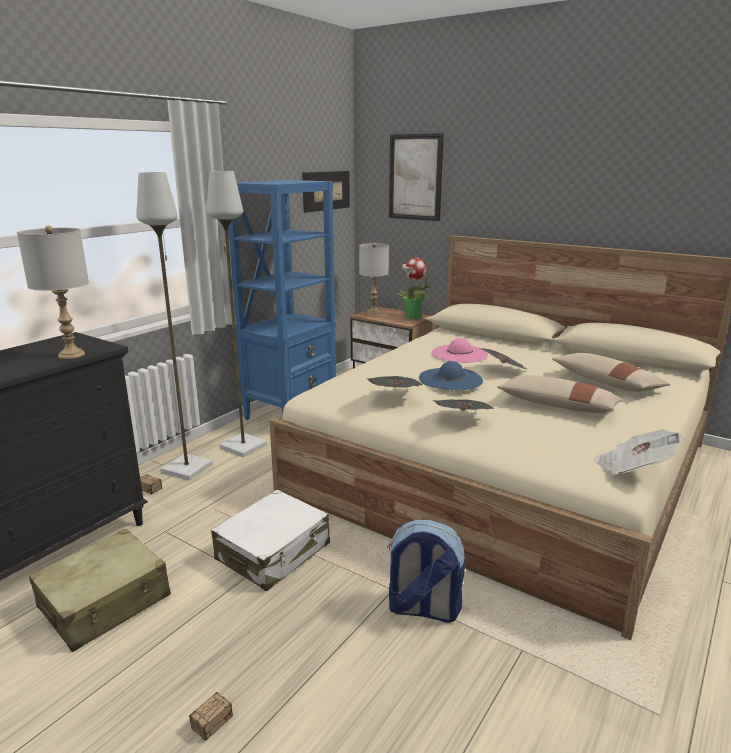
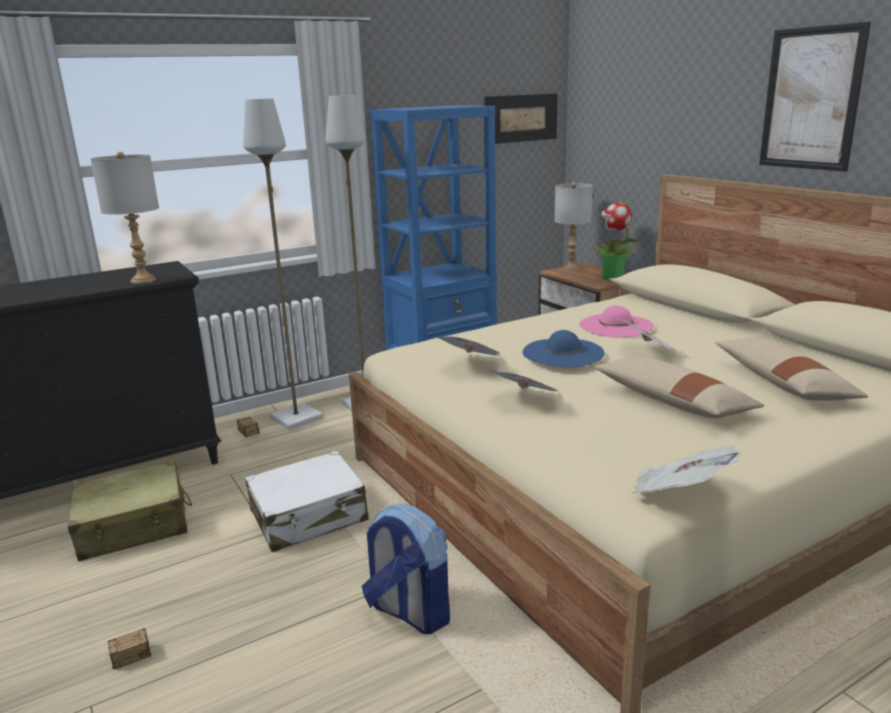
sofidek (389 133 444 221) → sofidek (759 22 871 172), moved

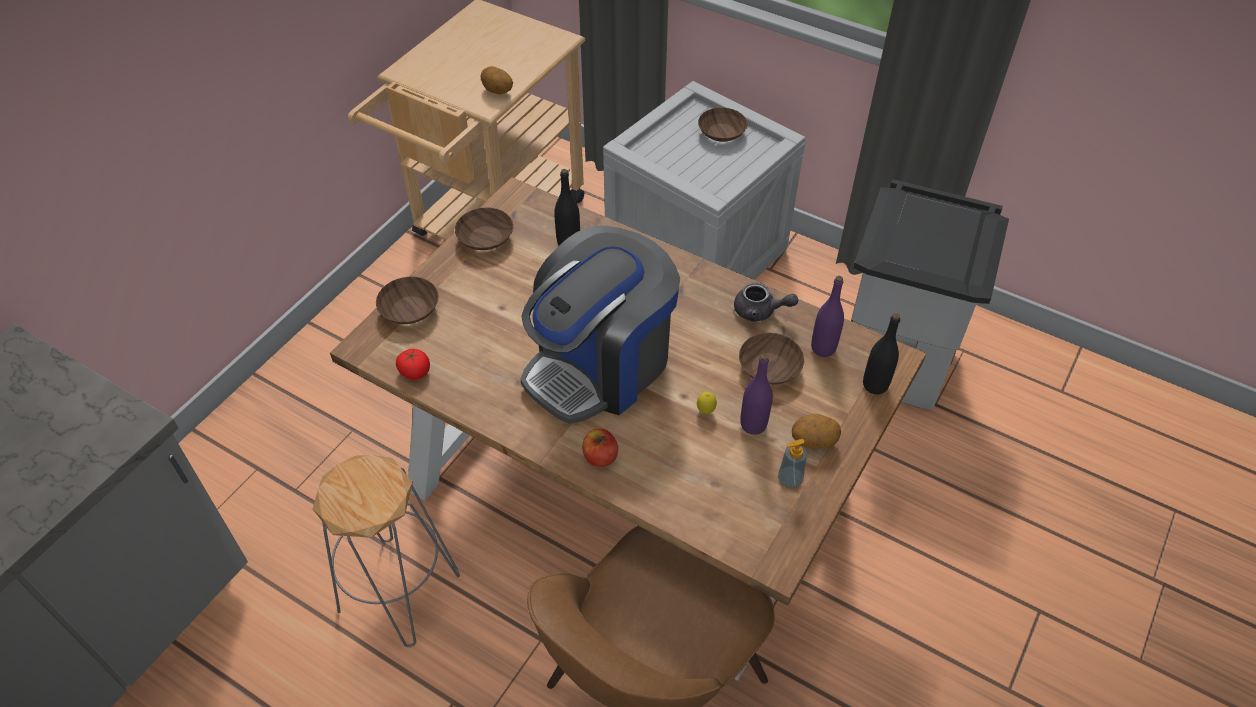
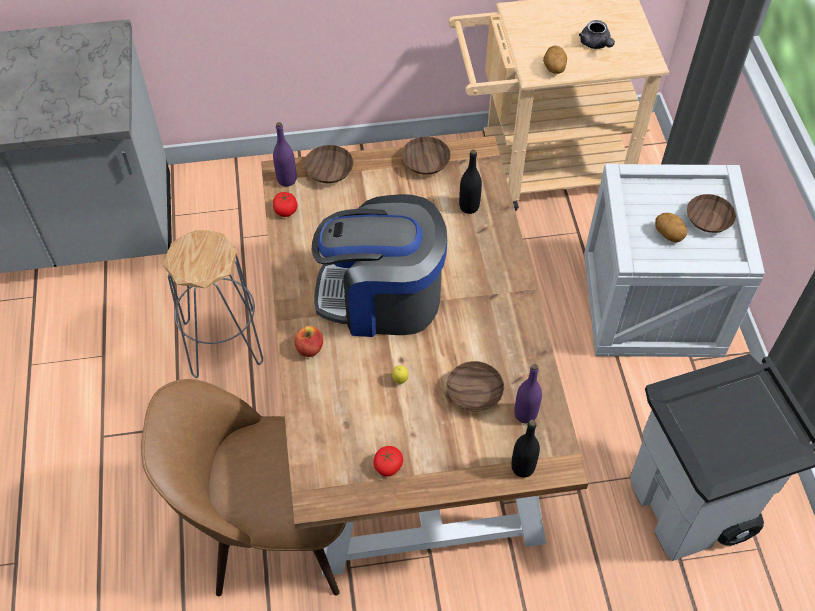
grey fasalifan (734 282 798 322) → grey fasalifan (579 20 615 49), moved
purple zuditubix (740 354 773 435) → purple zuditubix (273 122 297 187), moved
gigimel (778 439 807 489) → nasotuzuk (373 446 403 476)
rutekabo (792 414 841 448) → rutekabo (655 213 687 243), moved

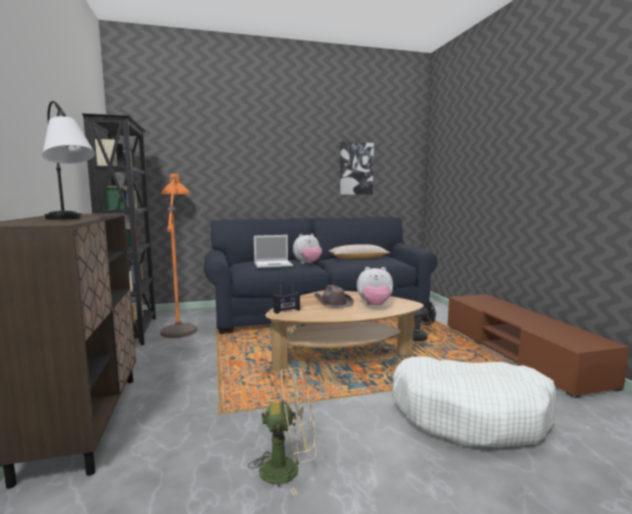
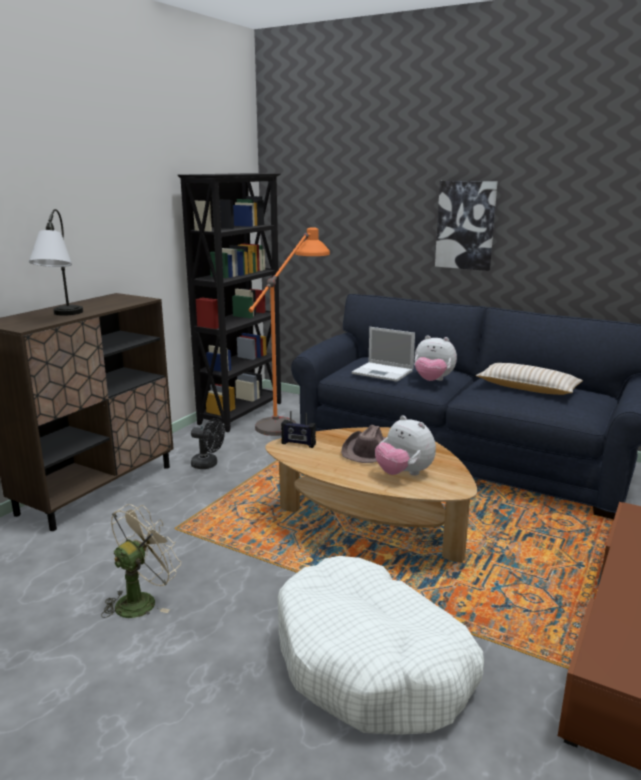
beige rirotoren (248 368 316 496) → beige rirotoren (101 504 181 618), 90 degrees counterclockwise
sofidek (340 142 374 195) → sofidek (435 181 497 271), moved
black rirotoren (413 299 436 341) → black rirotoren (191 418 225 469), moved

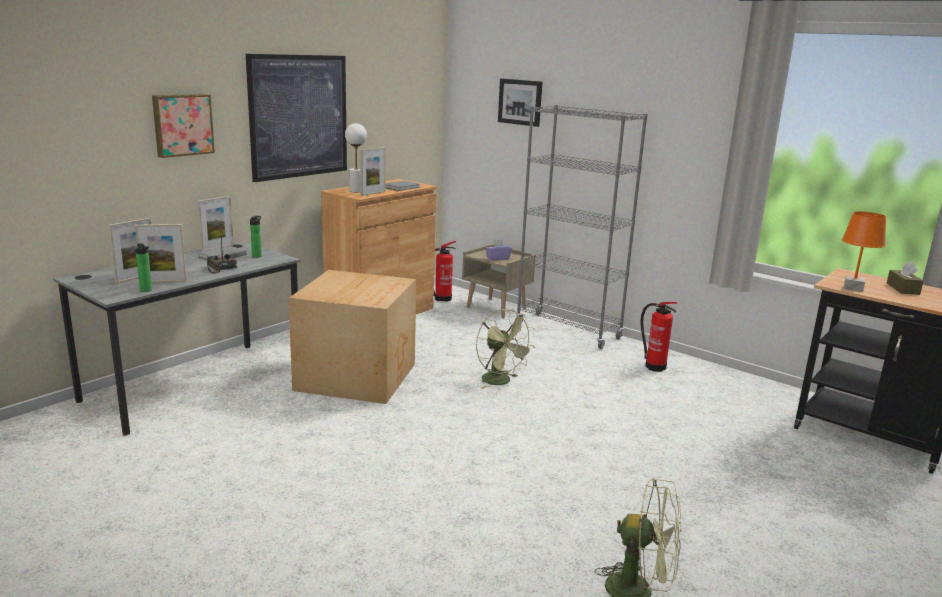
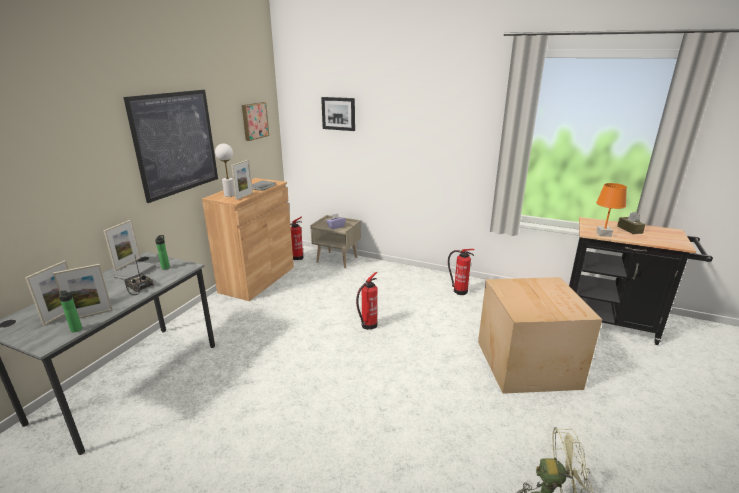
sofidek (152 94 215 158) → sofidek (242 102 269 141), moved
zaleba (288 270 416 404) → zaleba (478 277 602 394), moved
green rirotoren (476 309 535 389) → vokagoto (356 272 377 330)
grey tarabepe (516 105 648 349) → -

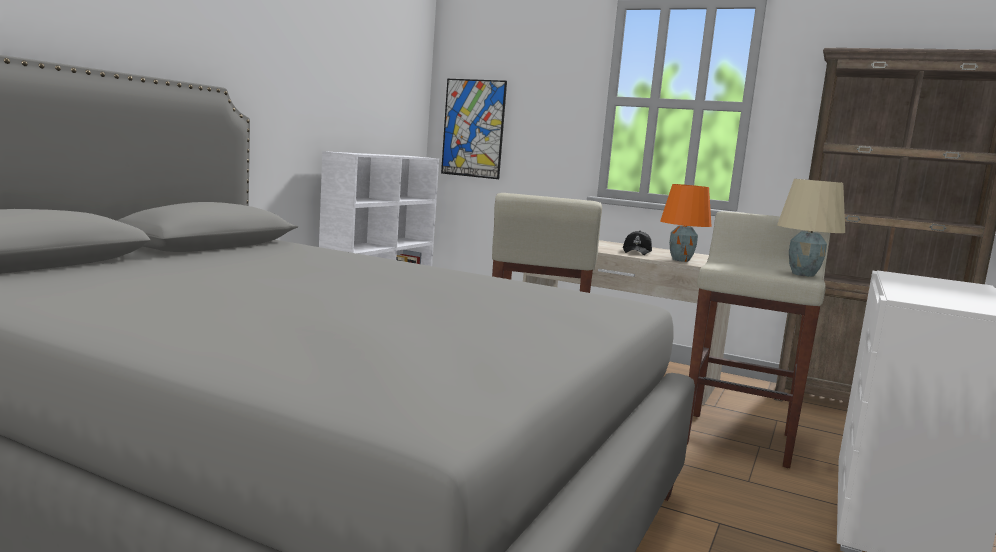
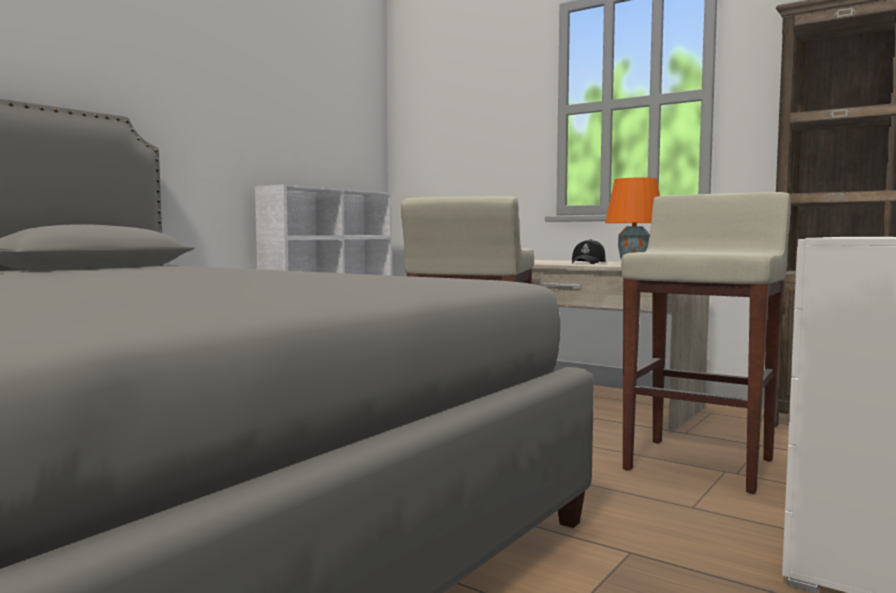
sofidek (441 79 507 179) → -
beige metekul (777 179 845 277) → -

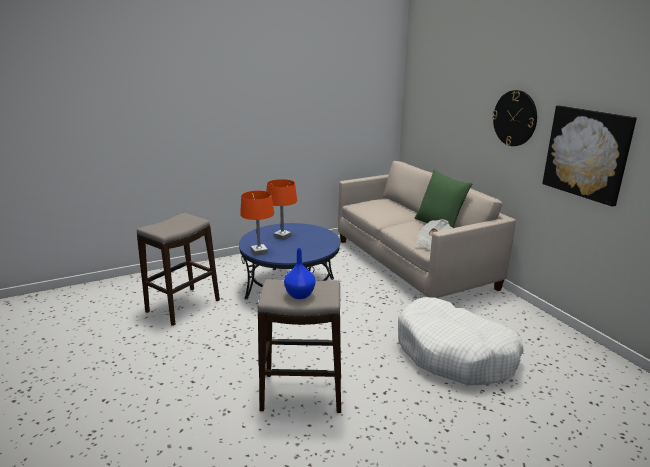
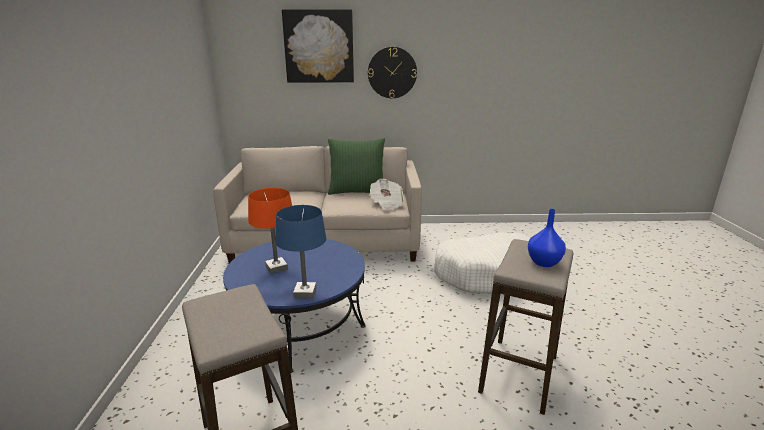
orange metekul (240 190 274 256) → blue metekul (276 205 326 299)
sofidek (542 105 637 207) → sofidek (282 9 354 83), moved

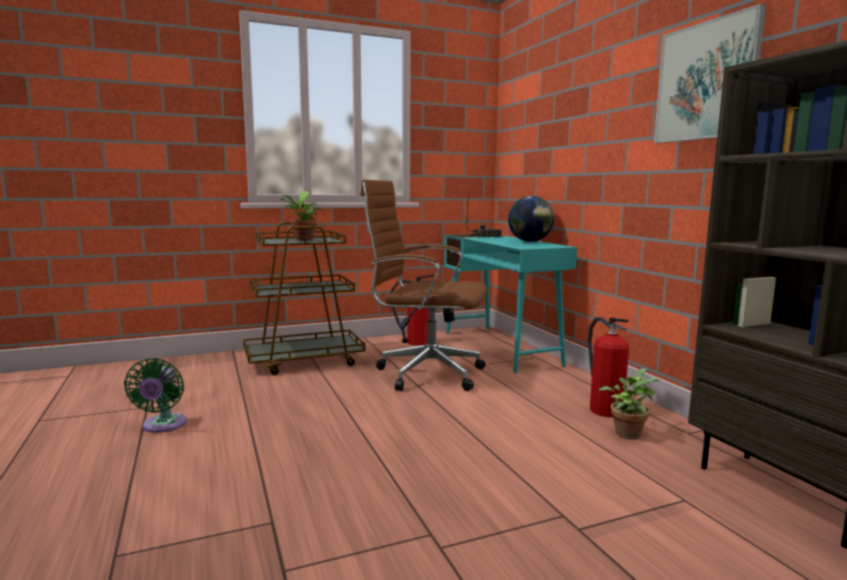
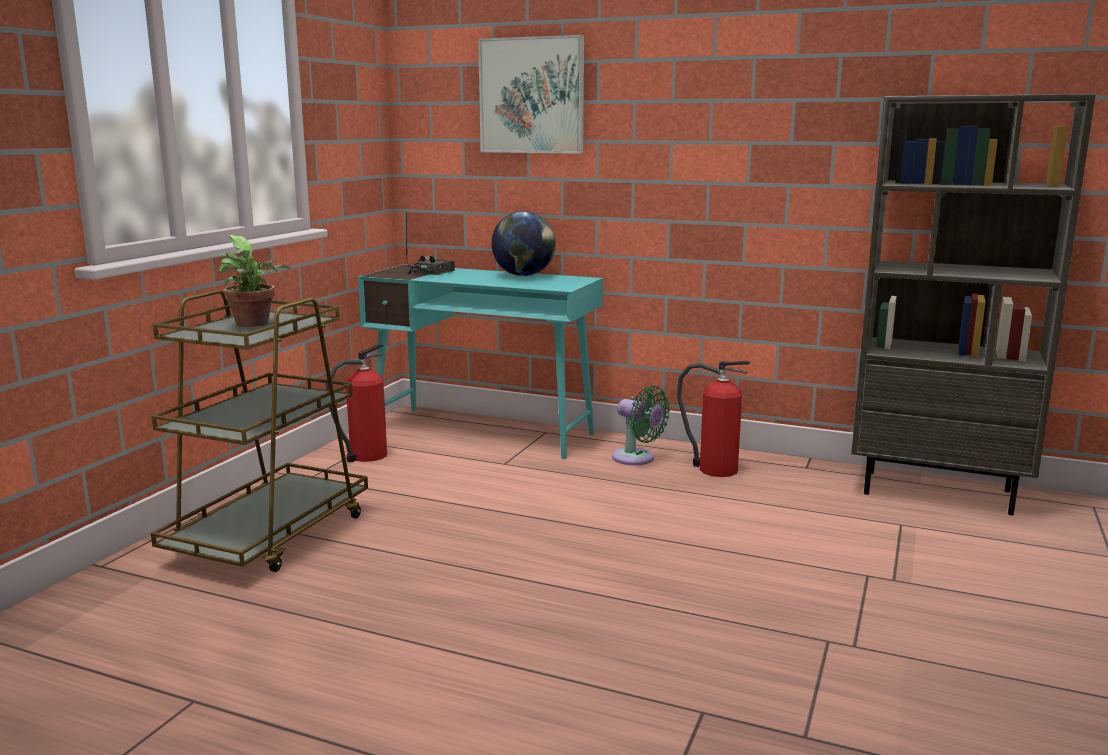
green rirotoren (124 358 187 433) → green rirotoren (612 385 670 465), moved
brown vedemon (361 180 487 391) → -
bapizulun (599 368 659 439) → -
sofidek (654 4 766 143) → sofidek (478 35 584 154), moved

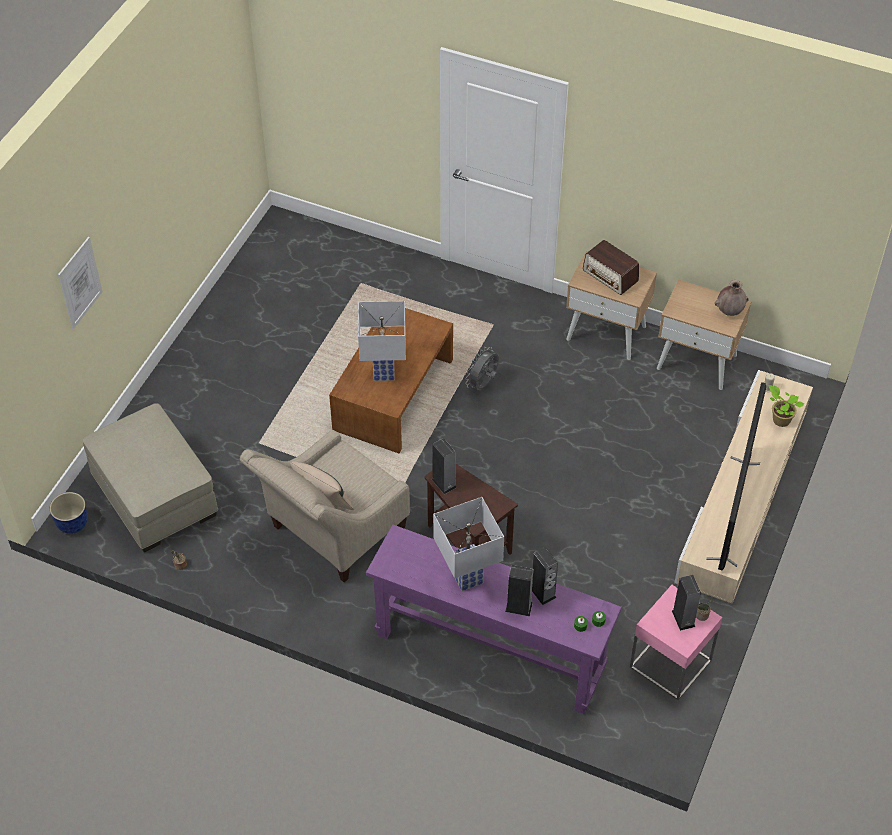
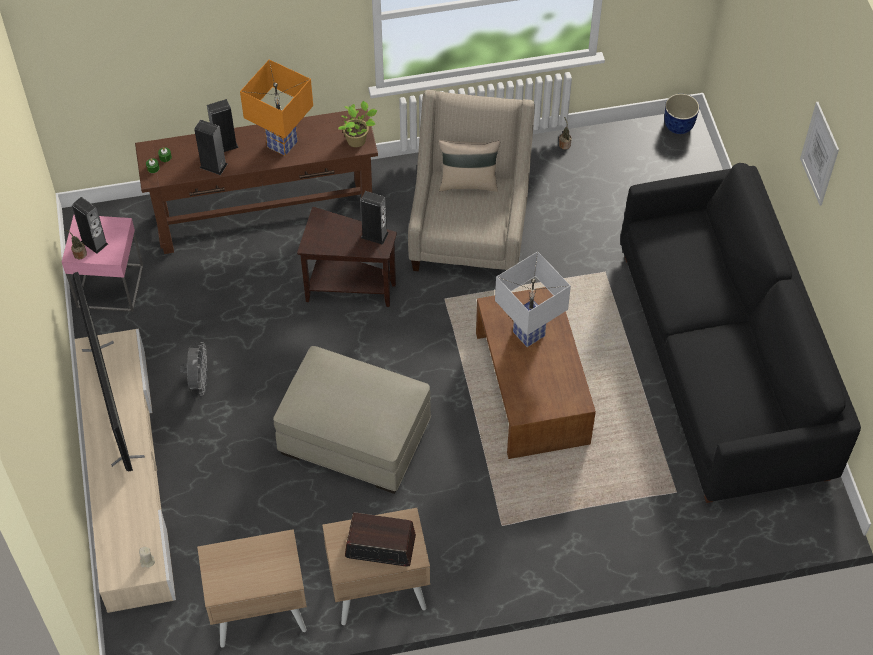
sofidek (58 237 103 329) → sofidek (800 102 839 206), moved
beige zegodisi (82 403 218 552) → beige zegodisi (273 346 431 494), moved
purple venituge (366 525 622 714) → brown venituge (135 108 378 254)
white metekul (433 497 504 591) → orange metekul (240 59 313 156)
grey rirotoren (465 347 499 390) → grey rirotoren (179 342 207 395), moved
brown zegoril (715 280 749 316) → -
bapizulun (769 385 804 427) → bapizulun (338 101 378 147), moved
- → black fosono (620 163 861 503)

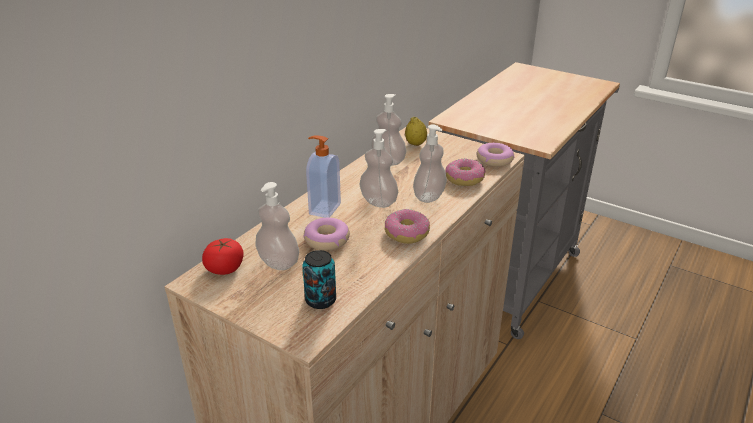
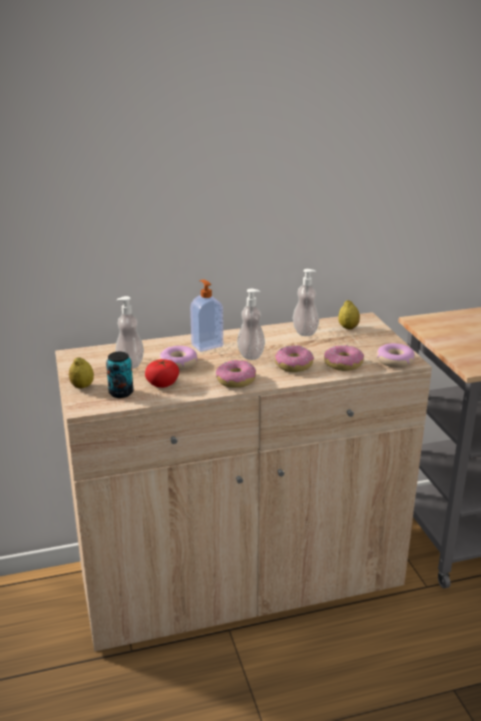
nasotuzuk (202 238 244 275) → nasotuzuk (145 359 179 388), moved
gigimel (413 125 447 203) → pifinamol (275 345 314 372)
- → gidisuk (69 357 94 389)

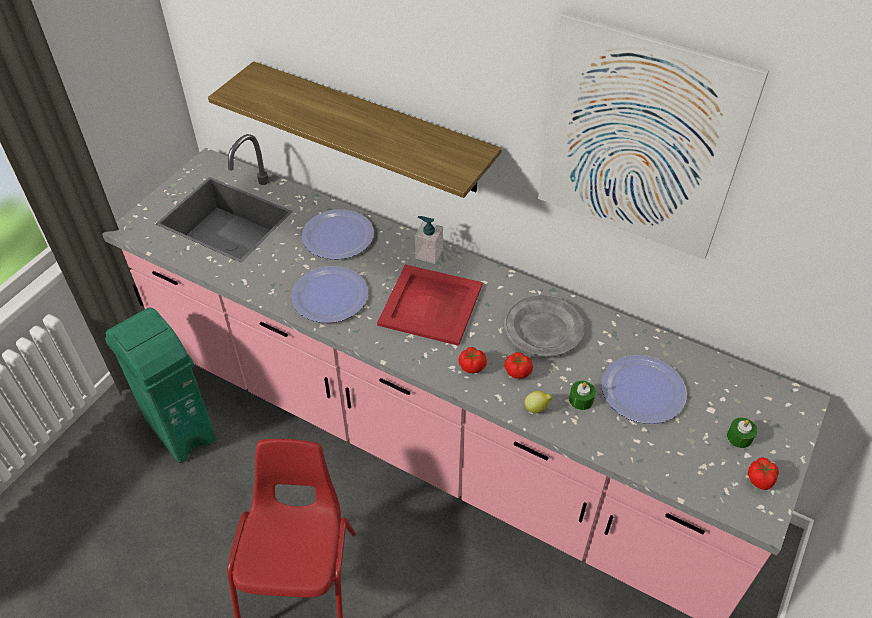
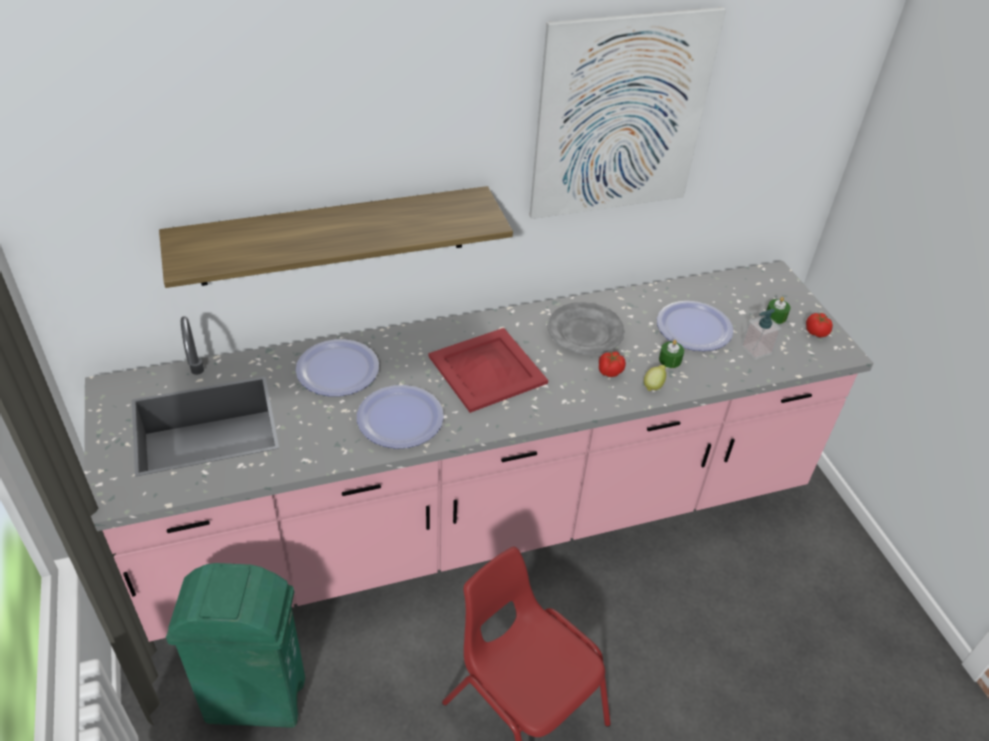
gigimel (415 216 443 264) → gigimel (741 309 782 360), moved
nasotuzuk (458 347 487 373) → -

